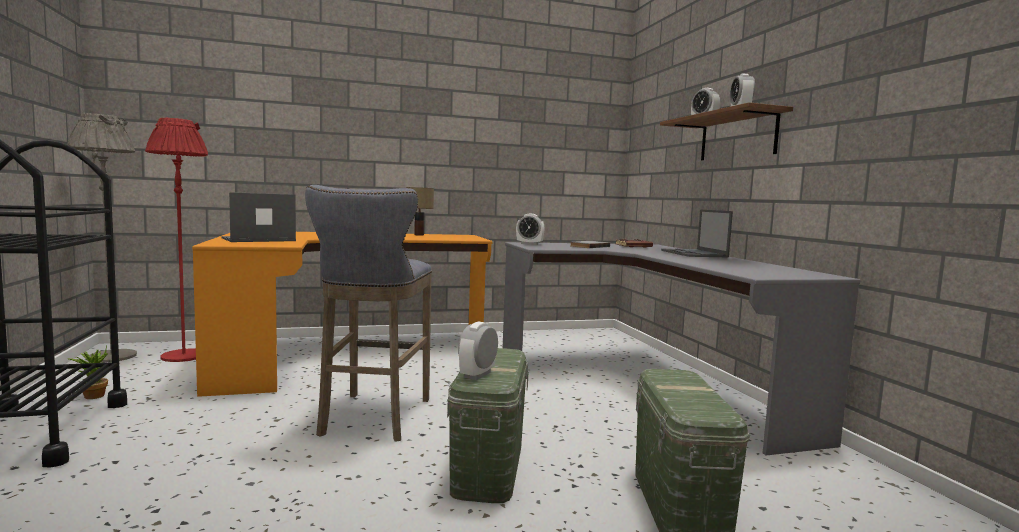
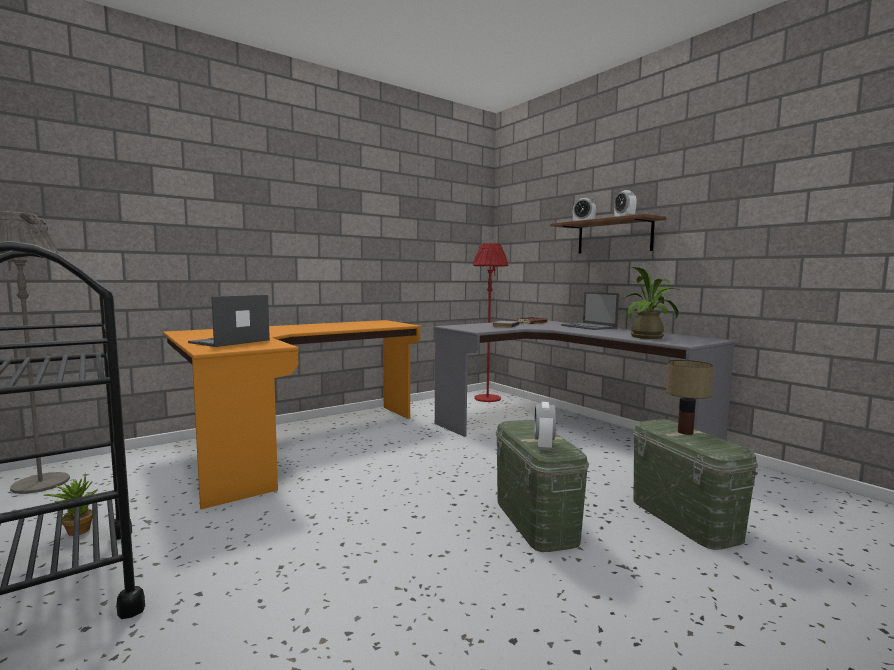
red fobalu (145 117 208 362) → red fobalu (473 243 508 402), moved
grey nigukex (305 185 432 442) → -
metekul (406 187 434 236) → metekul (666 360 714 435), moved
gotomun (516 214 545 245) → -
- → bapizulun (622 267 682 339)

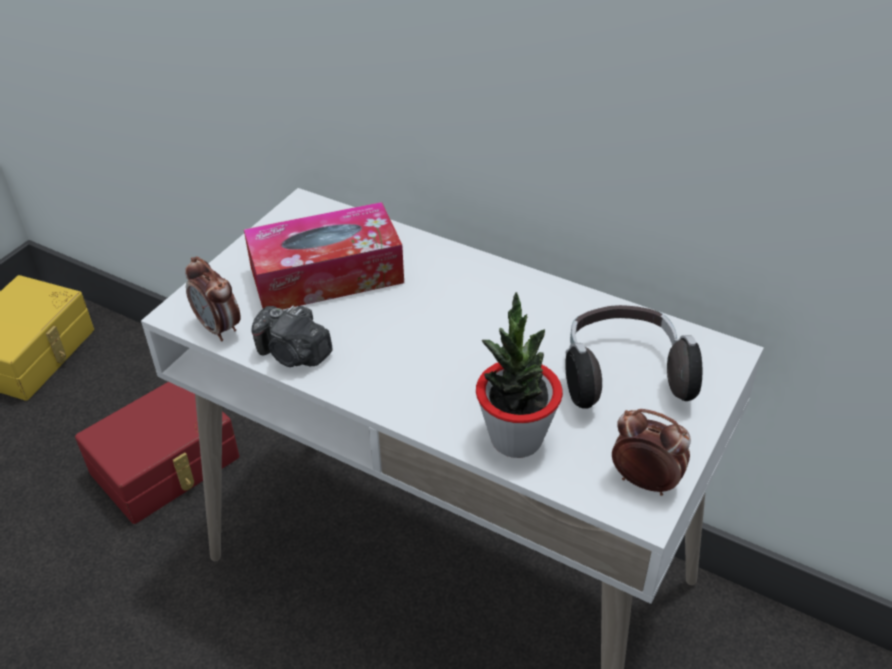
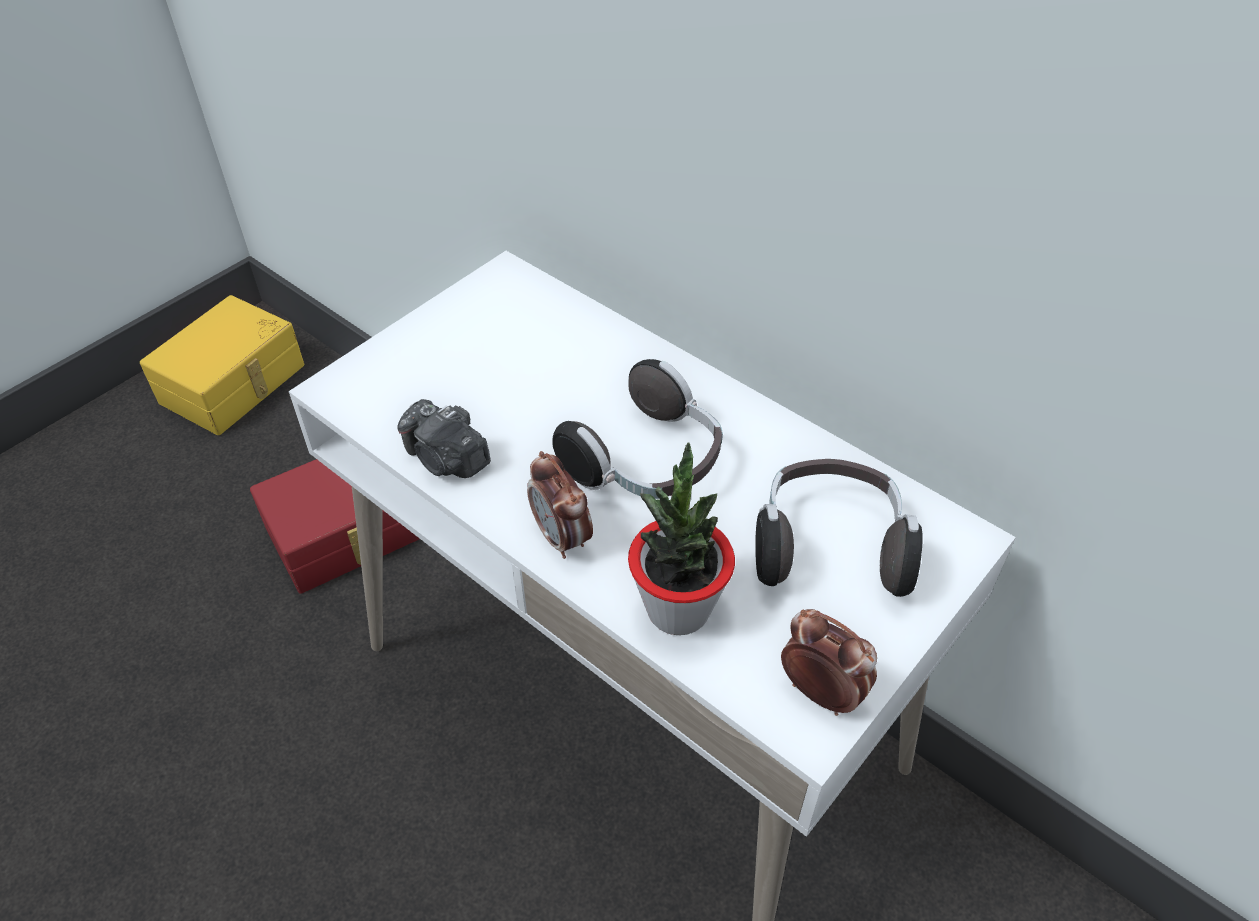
gotomun (185 256 241 341) → gotomun (527 451 593 559), moved
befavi (244 202 404 310) → -
- → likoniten (552 359 723 499)

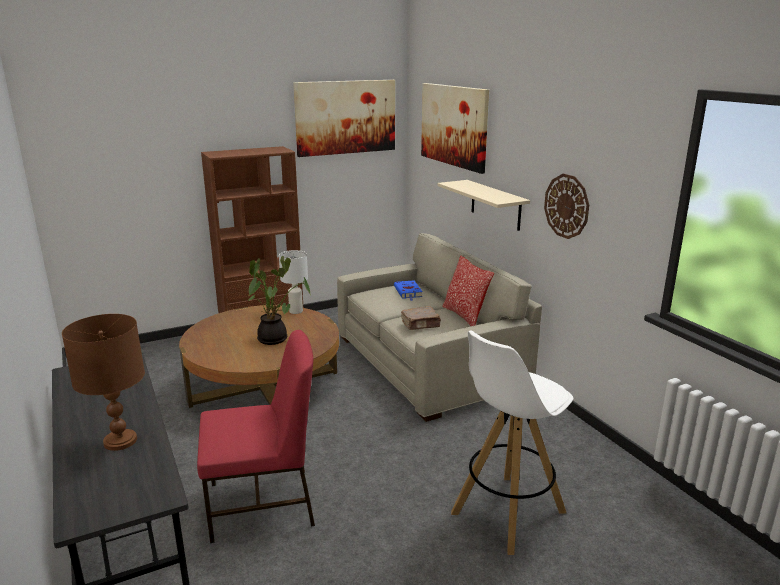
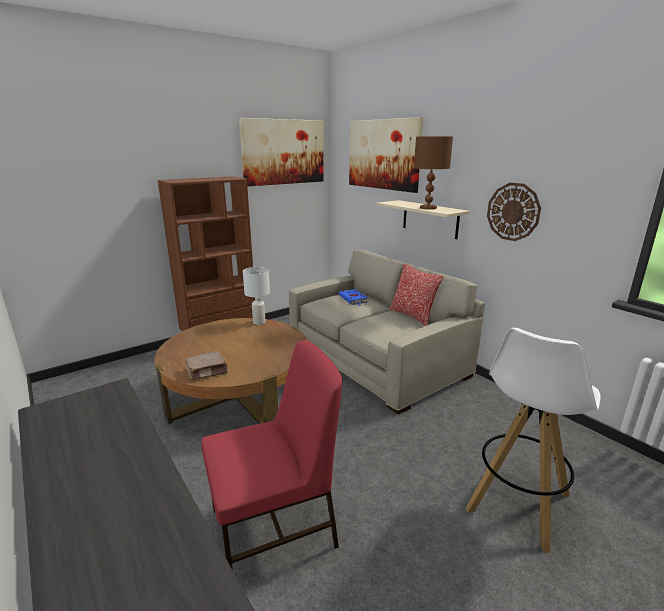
brown metekul (62 314 145 451) → brown metekul (414 136 453 210), moved
bapizulun (248 256 311 345) → -
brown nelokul (401 306 441 330) → brown nelokul (185 351 228 380), moved

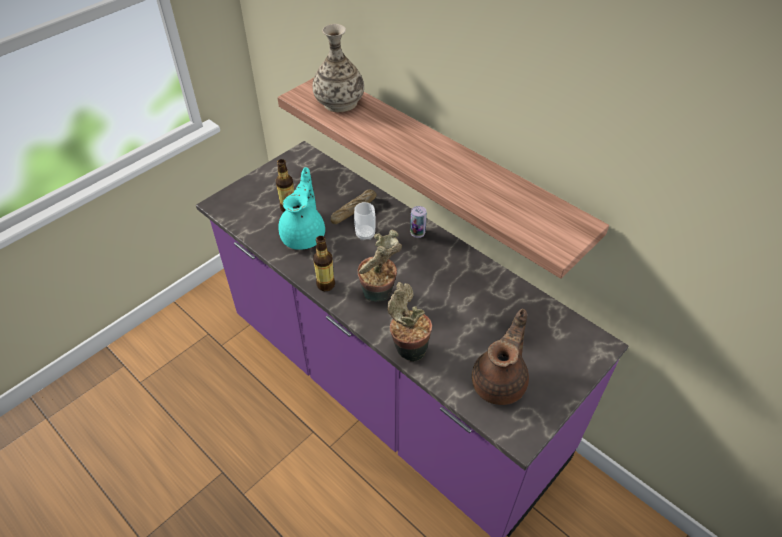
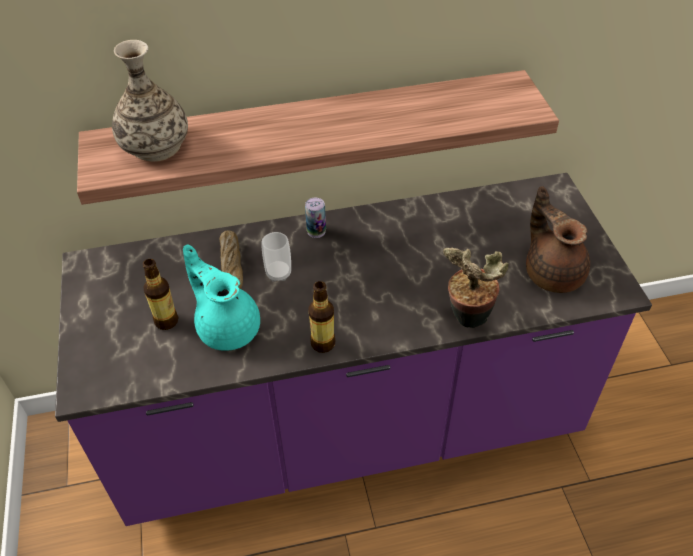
bapizulun (358 230 402 302) → -

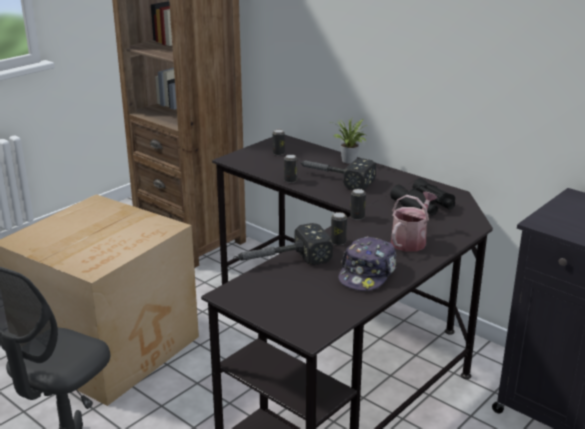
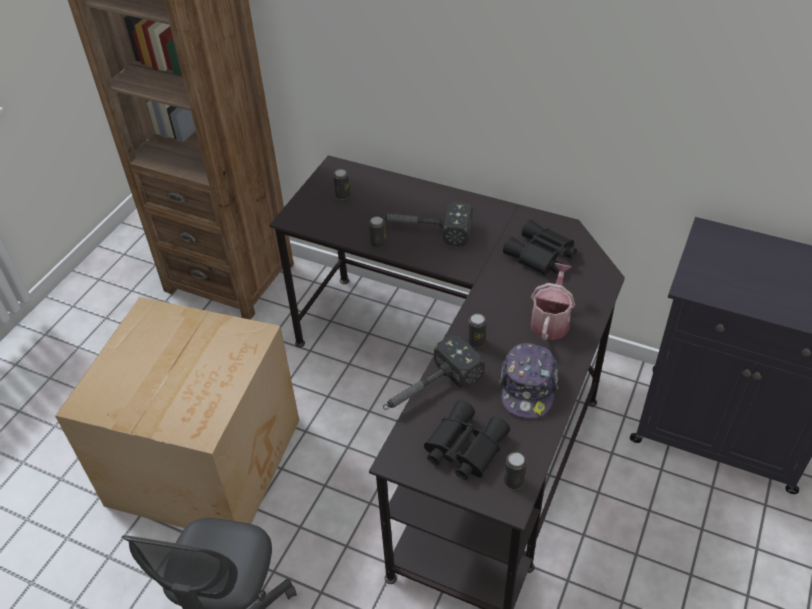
bapizulun (331 118 367 164) → -
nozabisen (350 189 366 220) → nozabisen (504 452 527 489), moved
- → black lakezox (424 400 510 480)

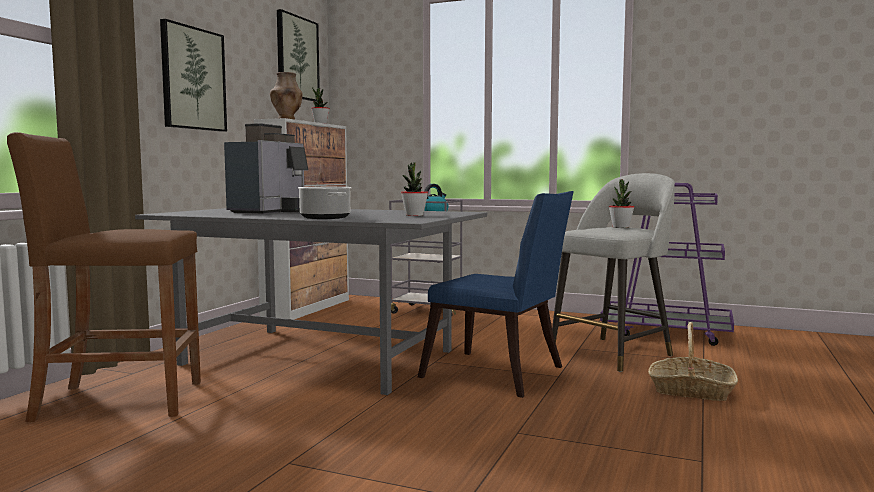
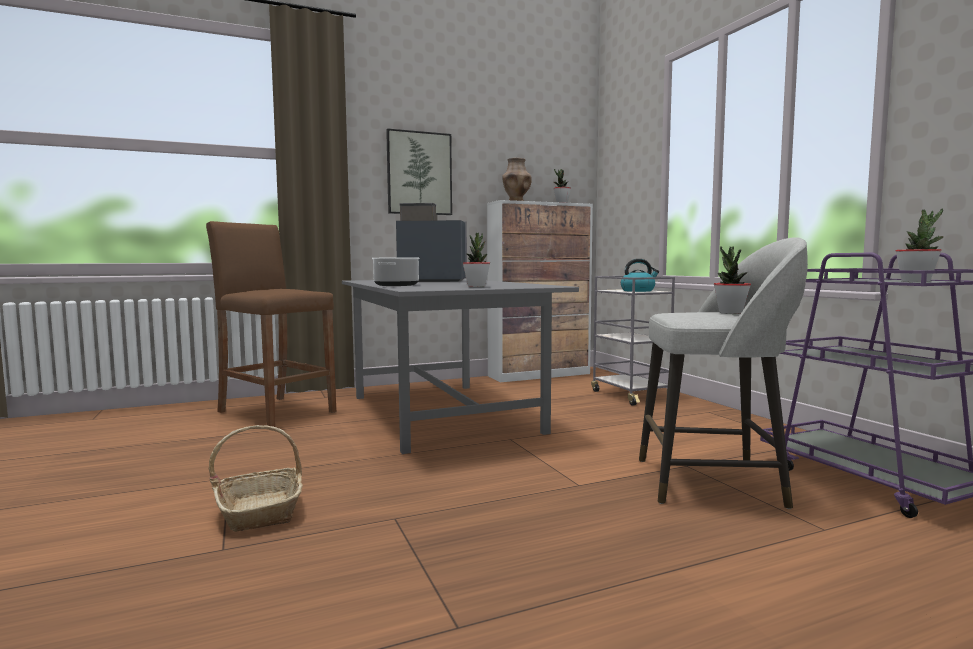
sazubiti (224 123 308 214) → sazubiti (396 203 467 282), 150 degrees counterclockwise
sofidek (277 9 320 102) → -
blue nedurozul (418 191 574 398) → -
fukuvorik (648 322 738 401) → fukuvorik (209 425 303 532), moved
- → bapizulun (896 208 944 282)

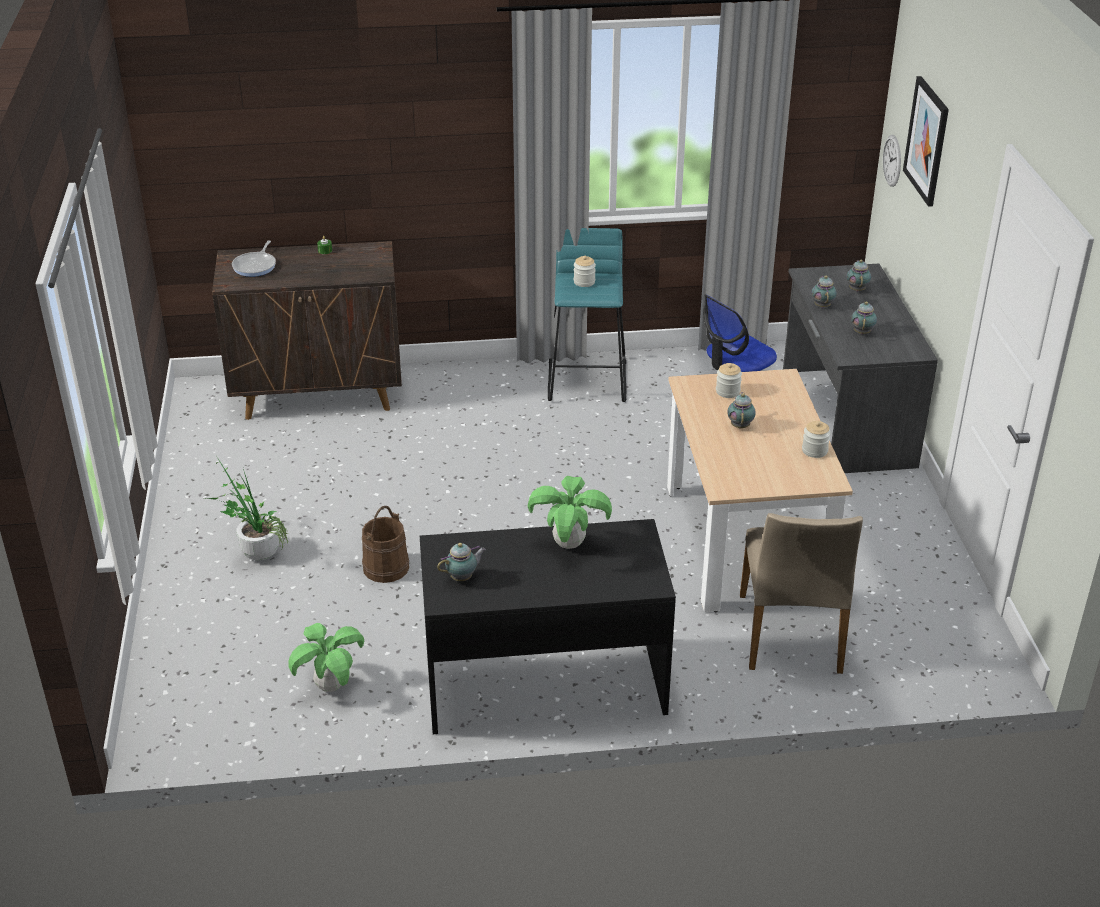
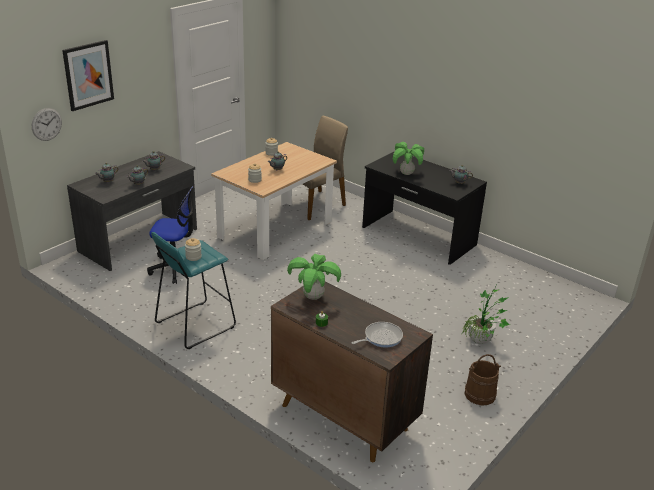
bapizulun (288 623 364 692) → bapizulun (287 254 341 300), moved
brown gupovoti (362 506 409 583) → brown gupovoti (464 354 501 406), moved

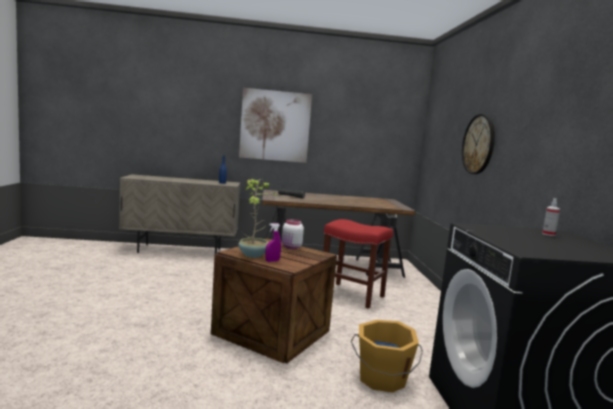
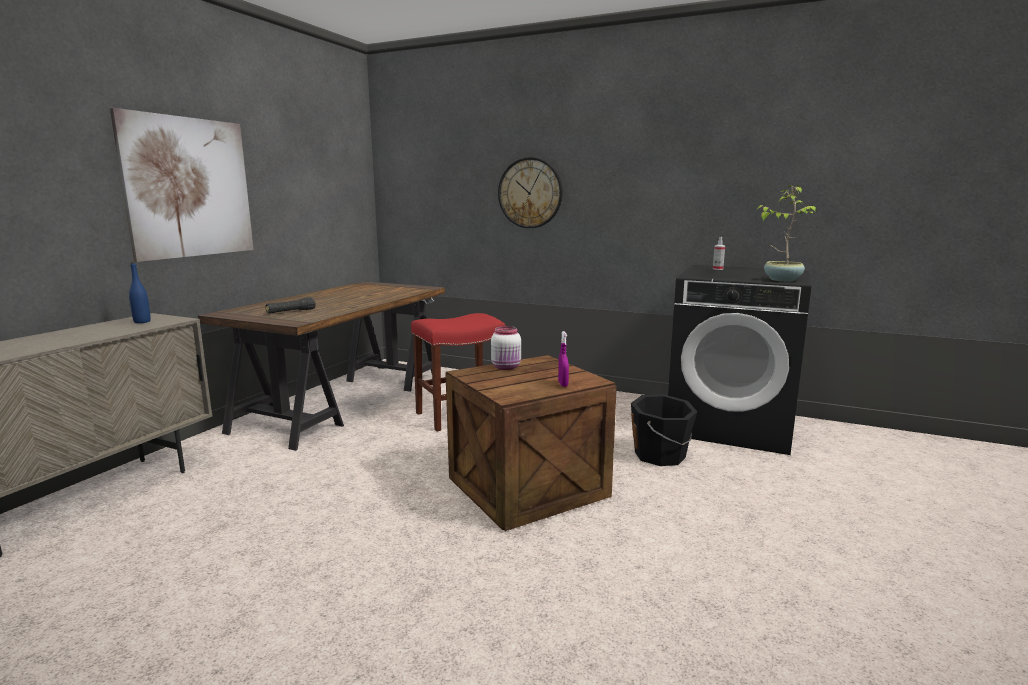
bapizulun (238 179 277 258) → bapizulun (756 185 817 282), moved
orange gupovoti (351 320 423 392) → black gupovoti (631 394 697 466)

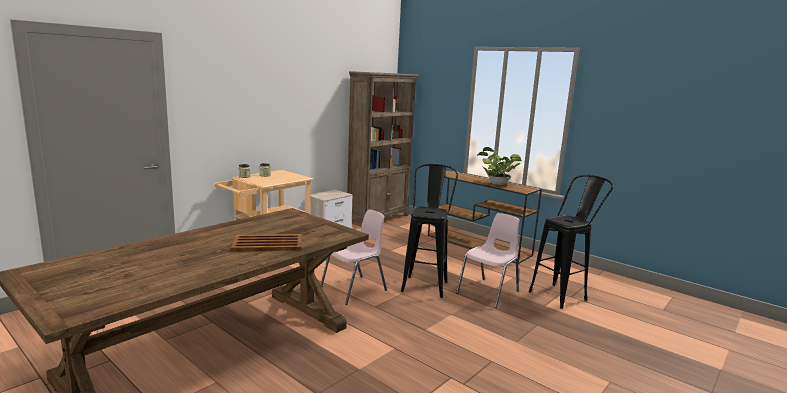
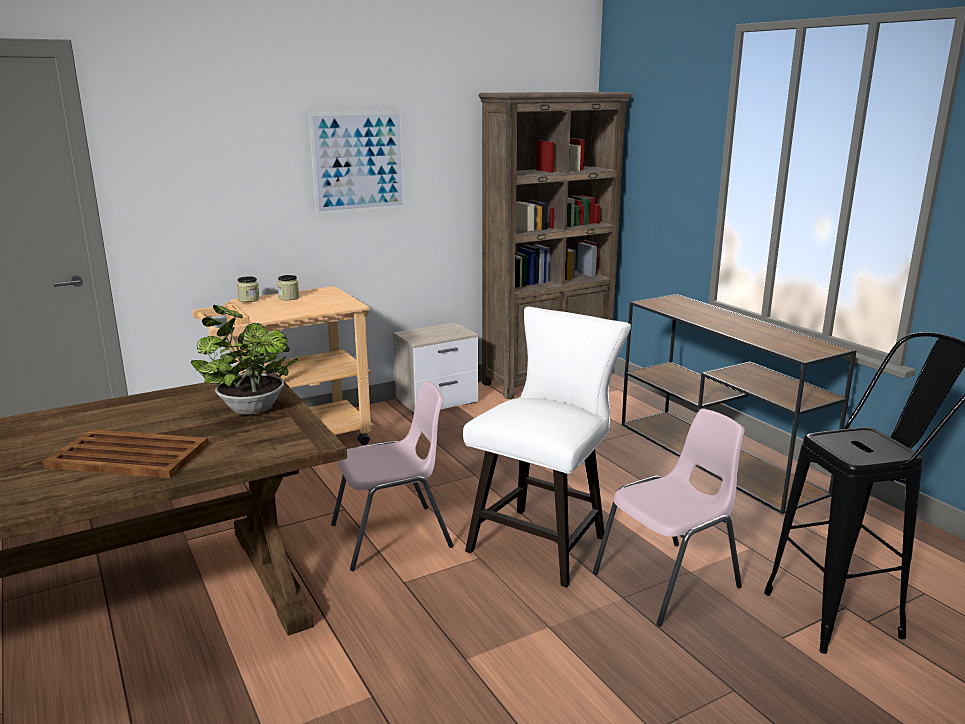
black nigukex (401 164 458 298) → white nedurozul (463 307 631 588)
bapizulun (477 147 522 185) → bapizulun (191 305 298 415), moved
- → sofidek (309 111 406 215)

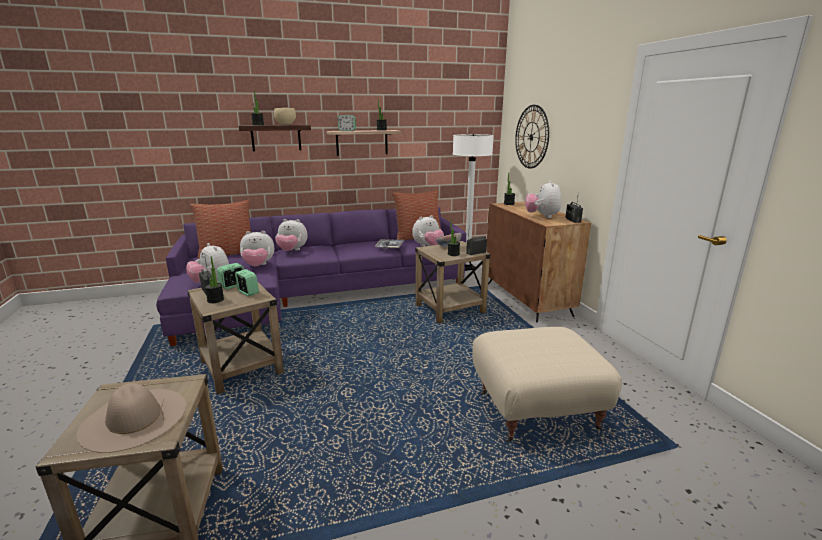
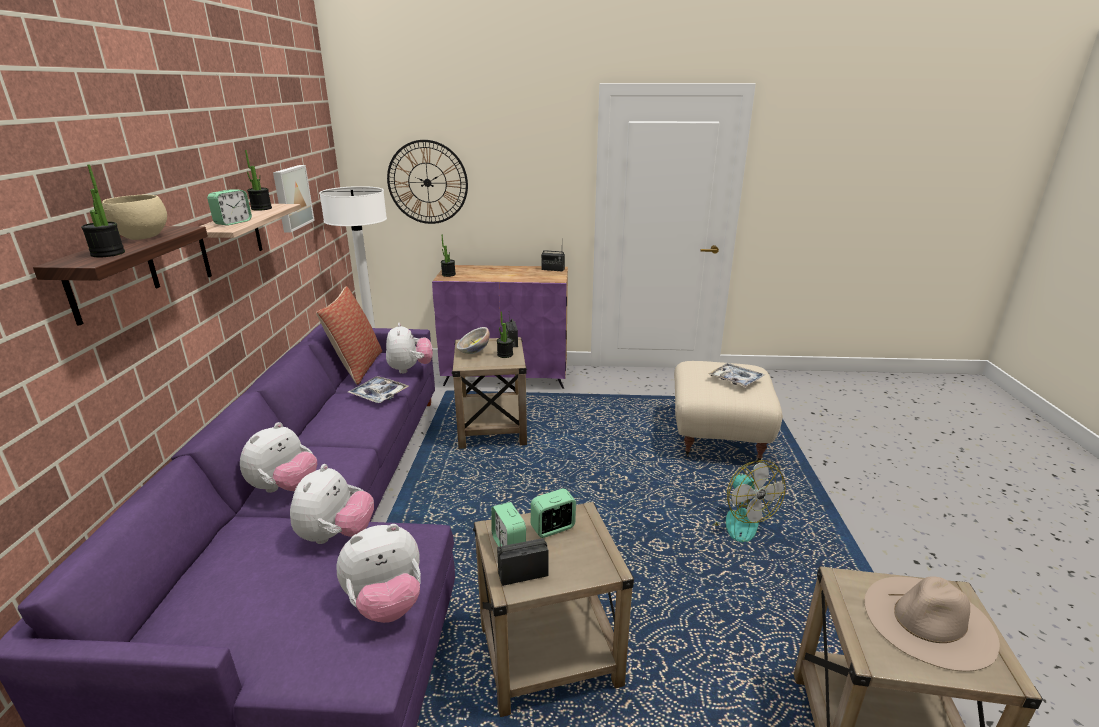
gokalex (190 200 251 259) → -
bapizulun (205 257 224 303) → -
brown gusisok (487 201 591 322) → purple gusisok (432 265 568 389)
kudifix (525 180 561 218) → -
- → sofidek (273 165 315 233)
- → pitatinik (708 363 765 387)
- → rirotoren (712 460 786 542)

